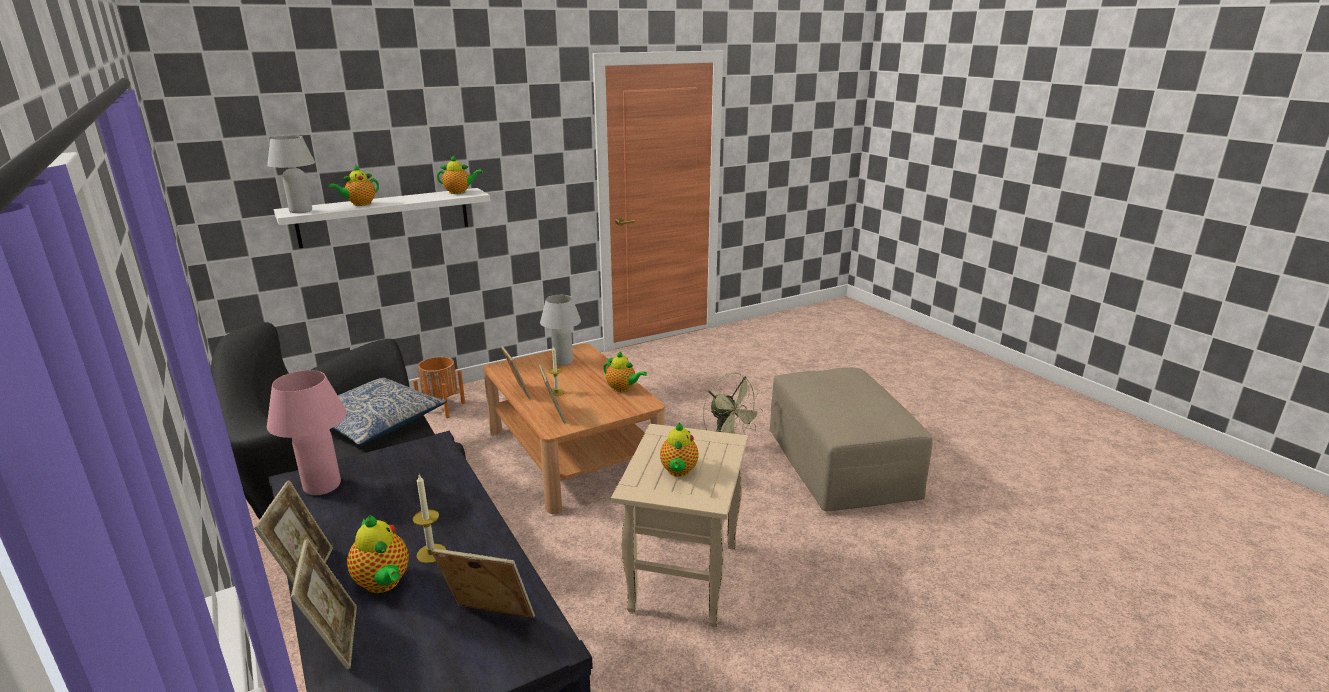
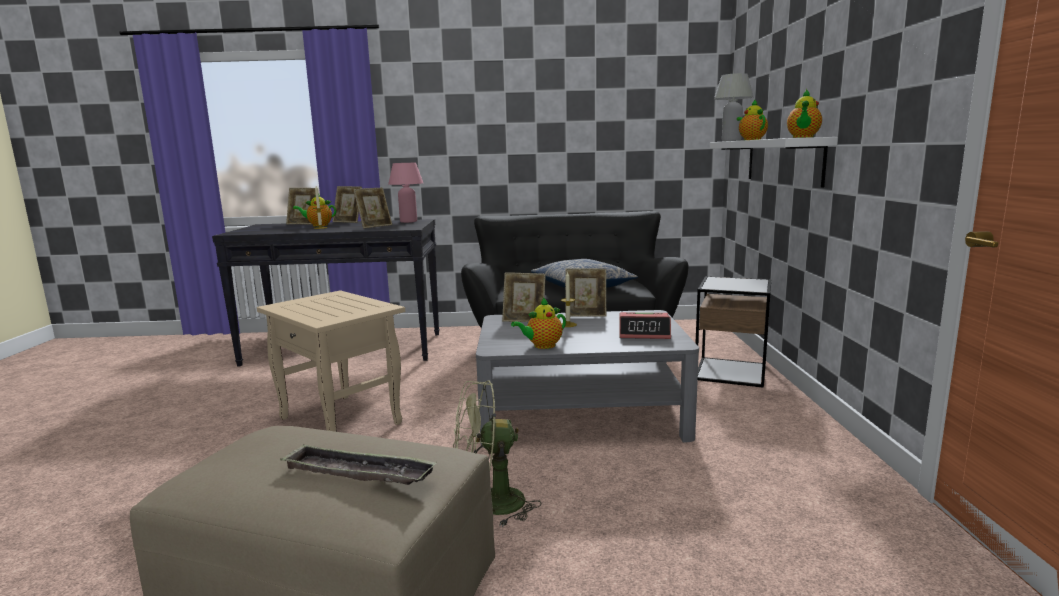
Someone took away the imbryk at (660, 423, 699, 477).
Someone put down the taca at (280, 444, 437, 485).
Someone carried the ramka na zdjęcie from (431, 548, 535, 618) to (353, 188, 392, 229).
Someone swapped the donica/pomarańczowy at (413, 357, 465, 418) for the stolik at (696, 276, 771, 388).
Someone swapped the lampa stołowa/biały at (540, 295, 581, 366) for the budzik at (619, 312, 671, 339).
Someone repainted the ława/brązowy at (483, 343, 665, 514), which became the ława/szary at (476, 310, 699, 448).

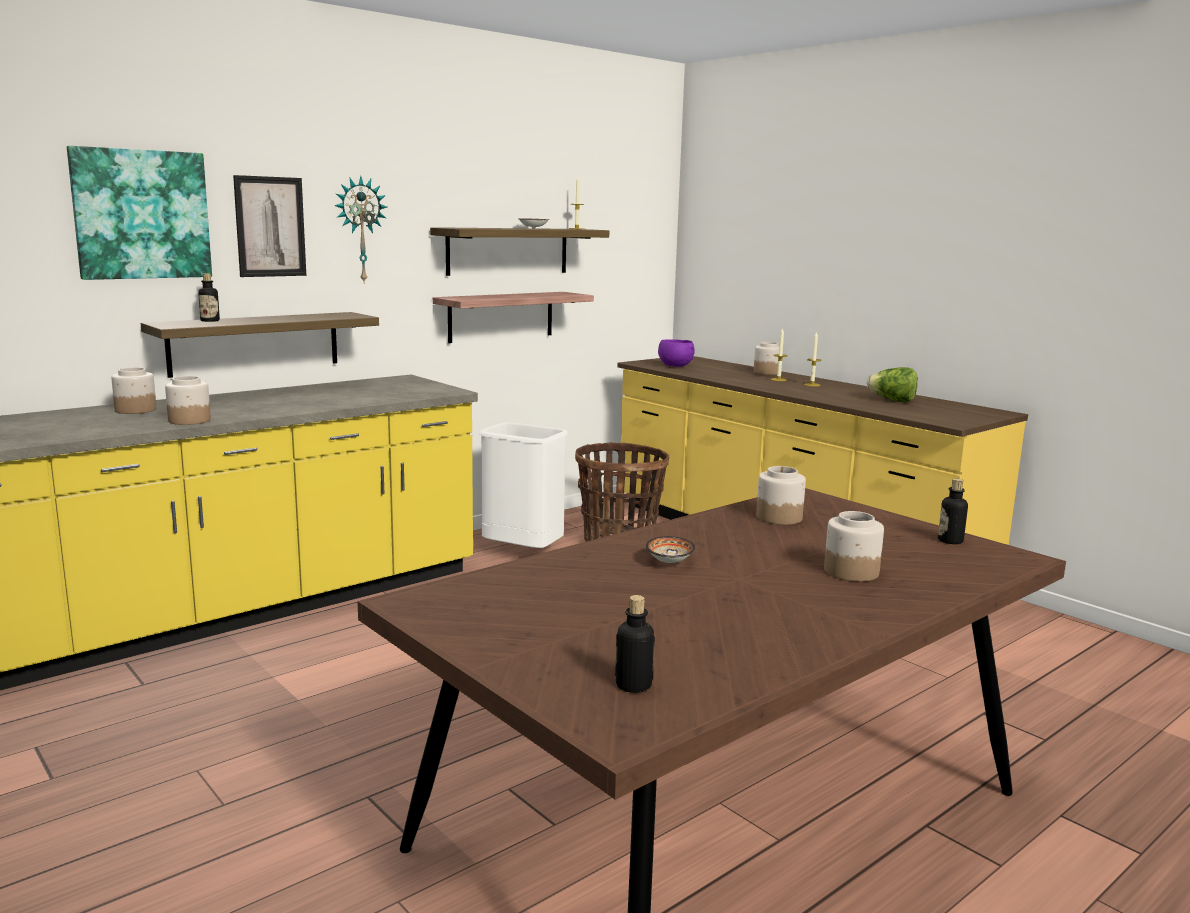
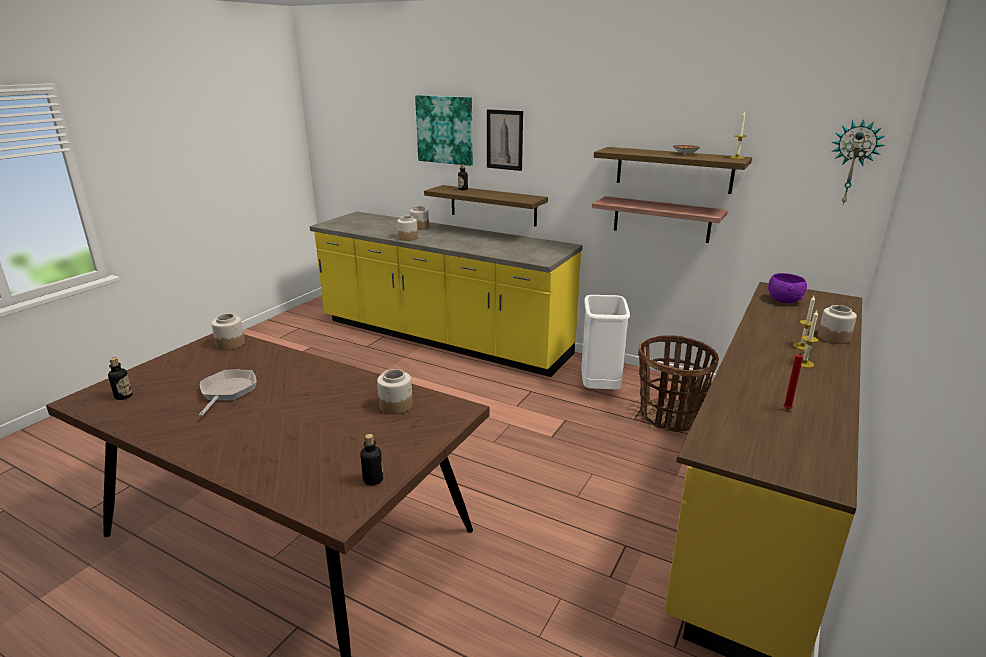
Someone took away the miska at (646, 536, 695, 563).
Someone put down the patelnia at (199, 370, 257, 417).
Someone carried the zegar ścienny from (334, 176, 387, 284) to (831, 119, 885, 205).
Someone carried the słoik from (824, 511, 884, 582) to (211, 314, 245, 350).
Someone swapped the sałata at (867, 367, 918, 402) for the świeca/czerwony at (783, 352, 805, 409).

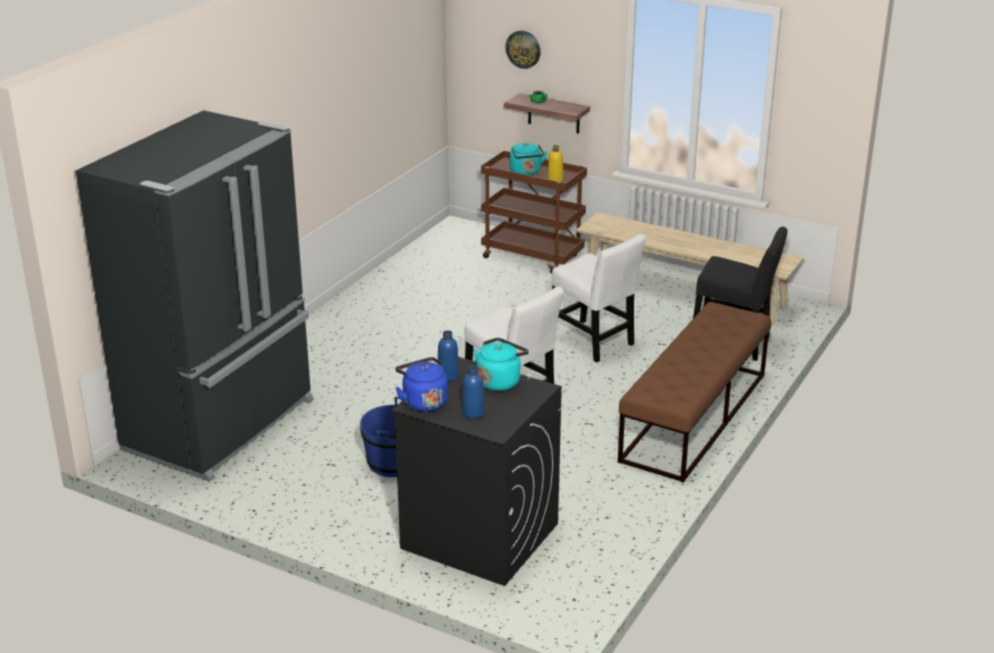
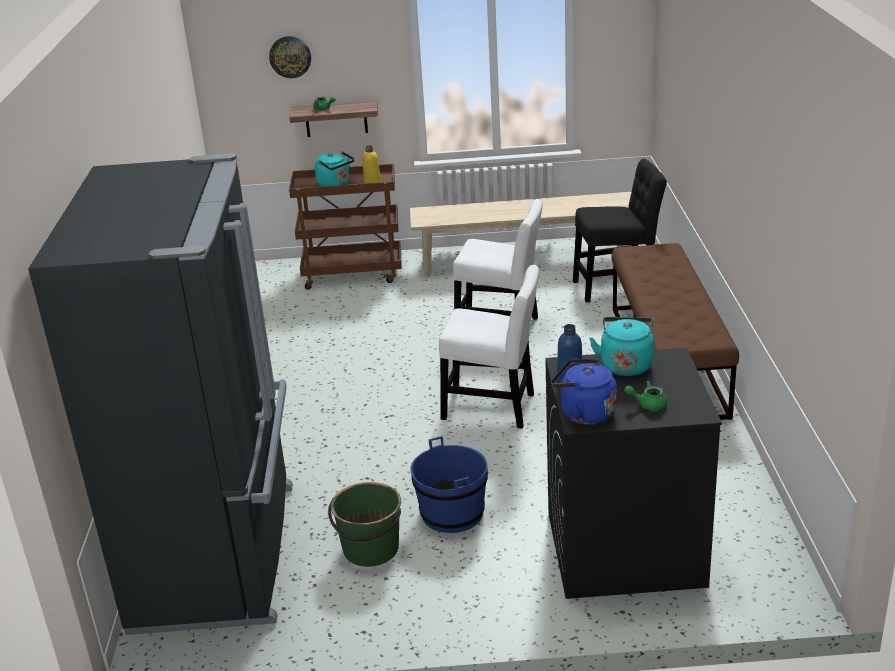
Someone put down the wiadro/zielony at (328, 482, 401, 567).
Someone swapped the butelka/niebieski at (462, 366, 485, 418) for the imbryk/zielony at (624, 381, 667, 411).

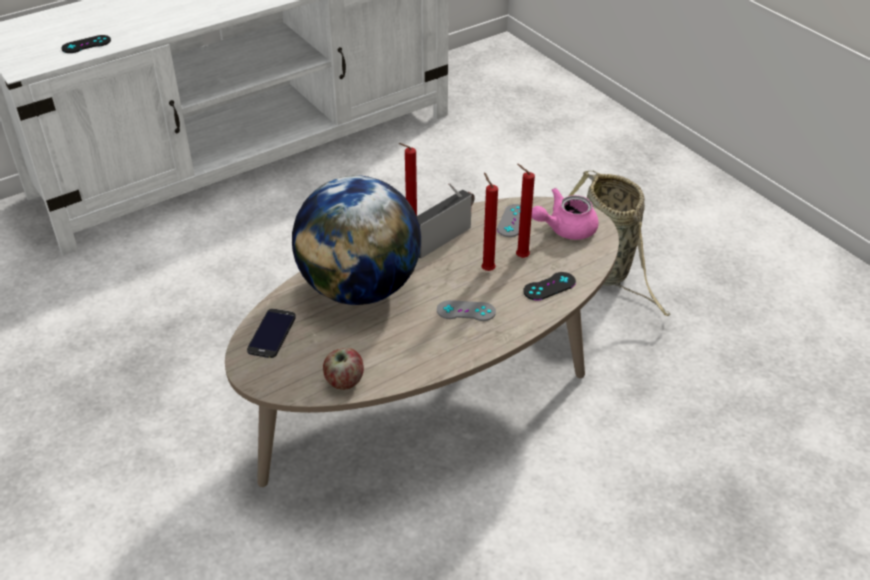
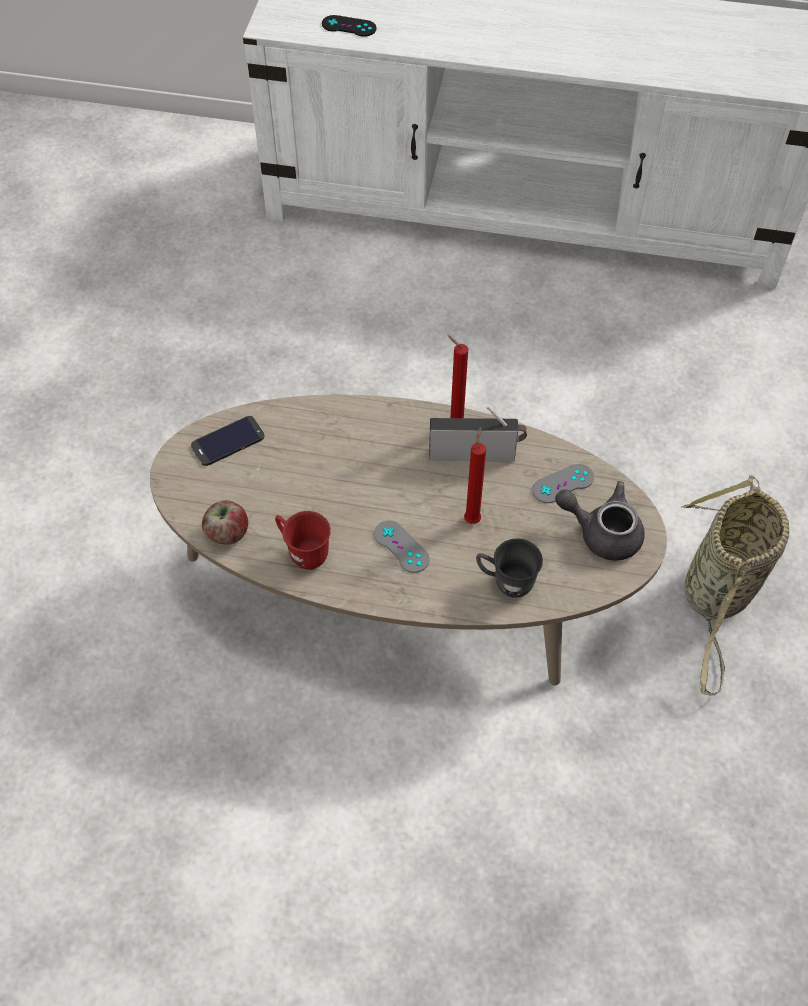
Someone took away the globus at (292, 175, 421, 305).
Someone took away the świeca/czerwony at (516, 164, 535, 258).
Someone put down the kubek/czerwony at (275, 511, 331, 570).
Someone swapped the pad do gier/czarny at (523, 272, 576, 301) for the kubek/szary at (476, 538, 543, 598).
Someone repainted the imbryk/różowy at (532, 188, 599, 240), which became the imbryk/szary at (555, 481, 645, 561).

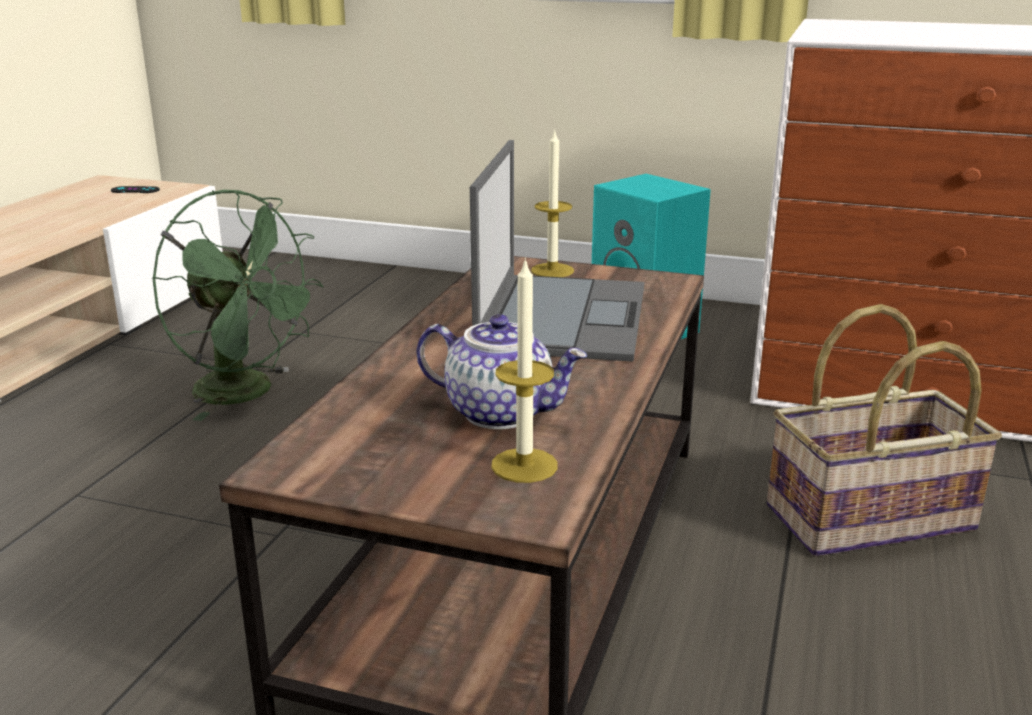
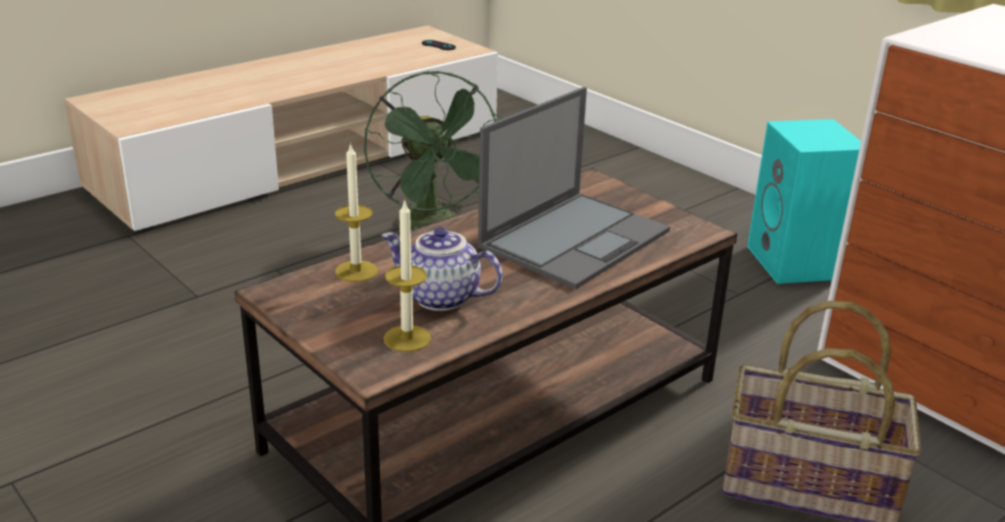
Someone carried the świeca from (531, 129, 574, 277) to (335, 142, 378, 282).
Someone rotated the imbryk at (416, 314, 587, 429) by 150 degrees clockwise.

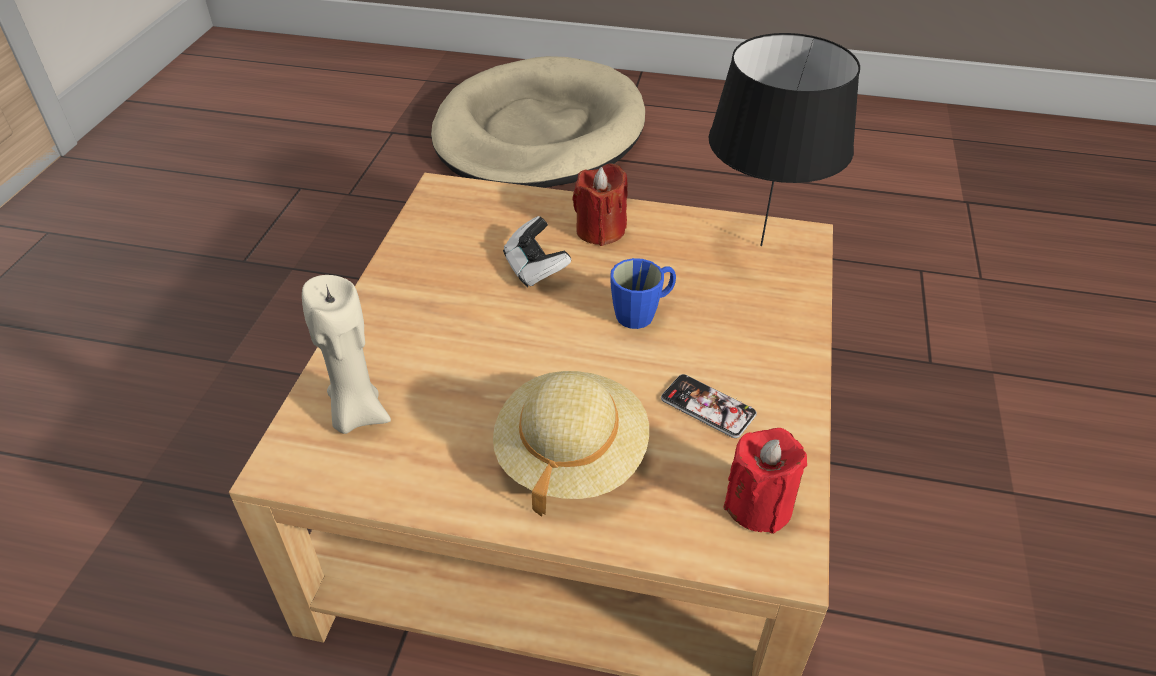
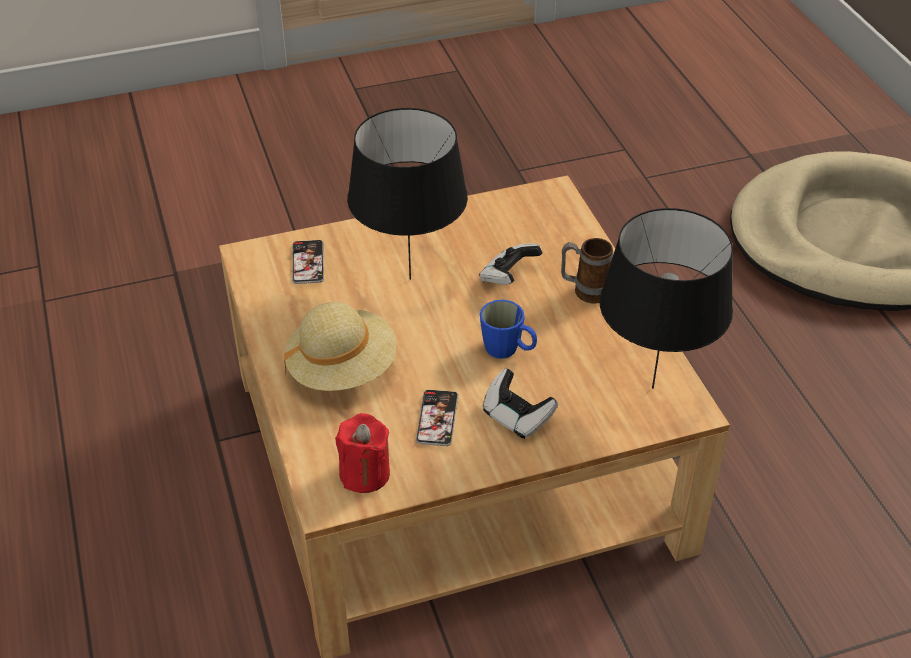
Someone put down the lampa stołowa/czarny at (347, 108, 468, 280).
Someone put down the pad do gier at (483, 368, 558, 439).
Someone swapped the świeca/beżowy at (302, 275, 391, 434) for the telefon at (292, 240, 324, 284).
Someone swapped the świeca/czerwony at (572, 163, 628, 246) for the kubek at (561, 238, 613, 303).

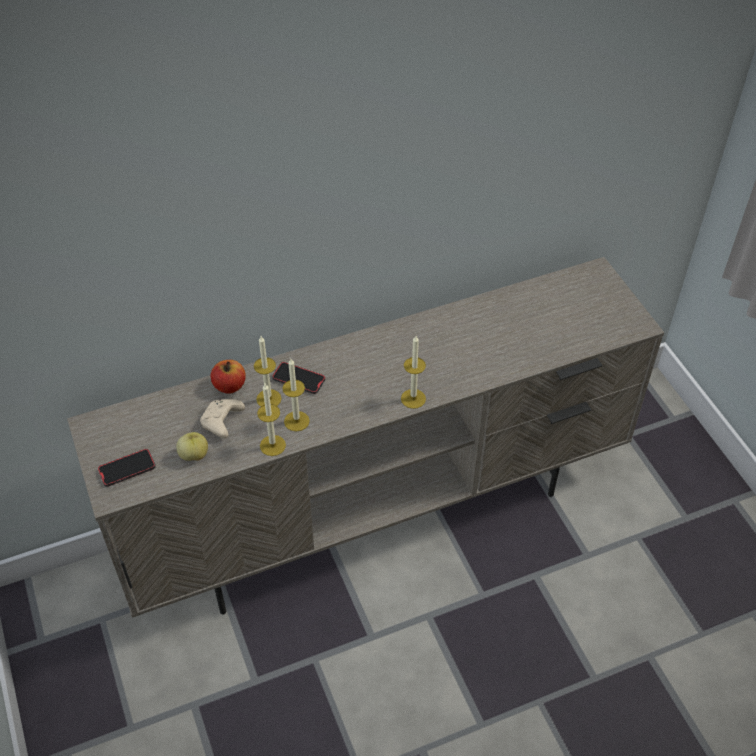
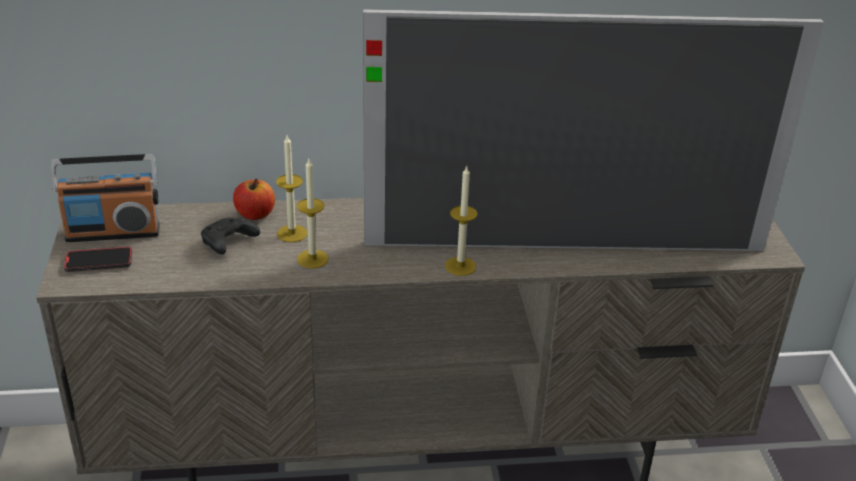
Someone took away the jabłko at (176, 432, 208, 461).
Someone took away the świeca at (257, 384, 286, 456).
Someone took away the telefon at (272, 362, 325, 394).
Someone put down the radio at (51, 154, 160, 242).
Someone put down the telewizor at (363, 9, 824, 251).
Someone repainted the pad do gier/beżowy at (200, 399, 245, 438), which became the pad do gier/czarny at (201, 218, 260, 254).

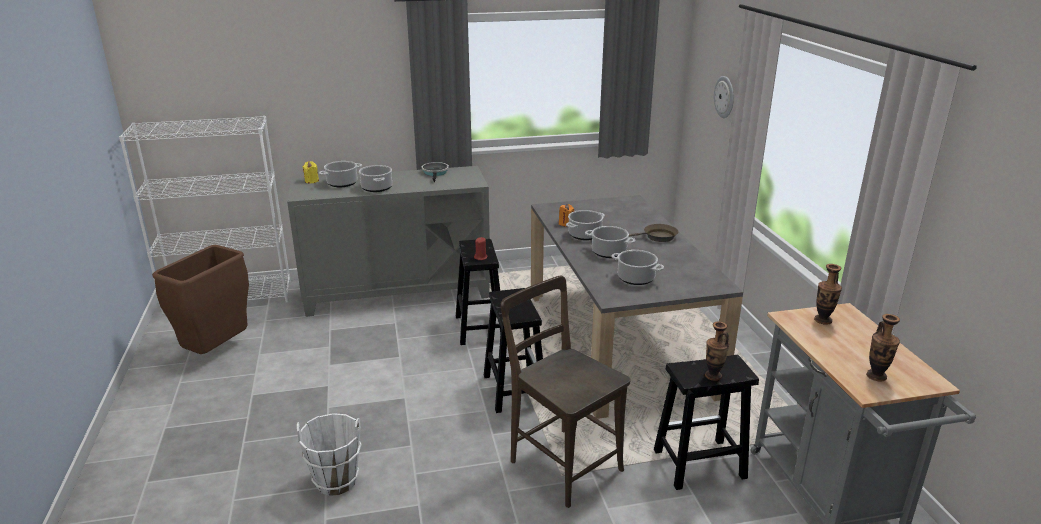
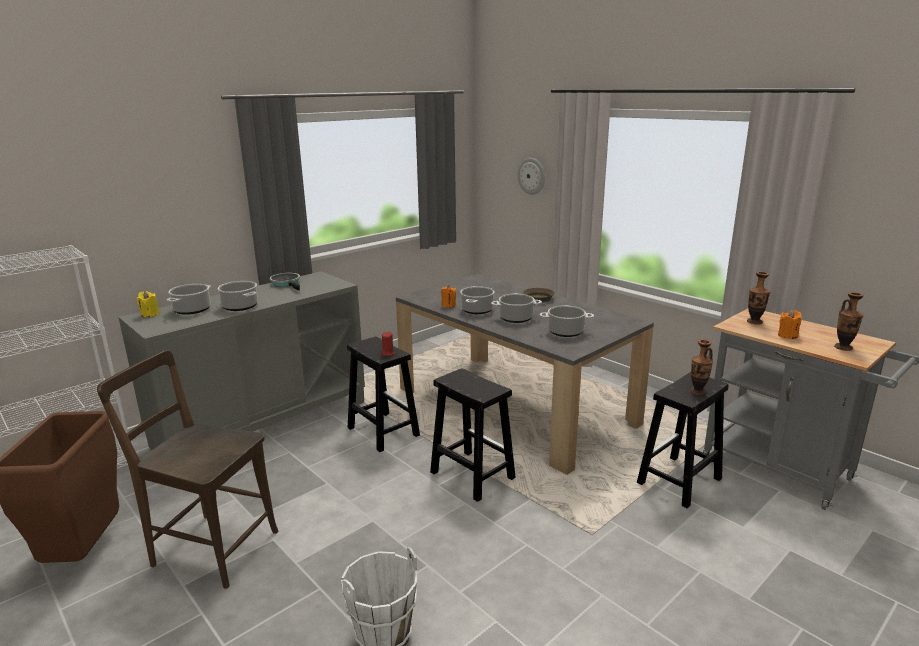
Someone put down the świeca/pomarańczowy at (778, 310, 802, 339).
Someone carried the krzesło/brązowy from (501, 276, 630, 508) to (97, 350, 279, 589).

